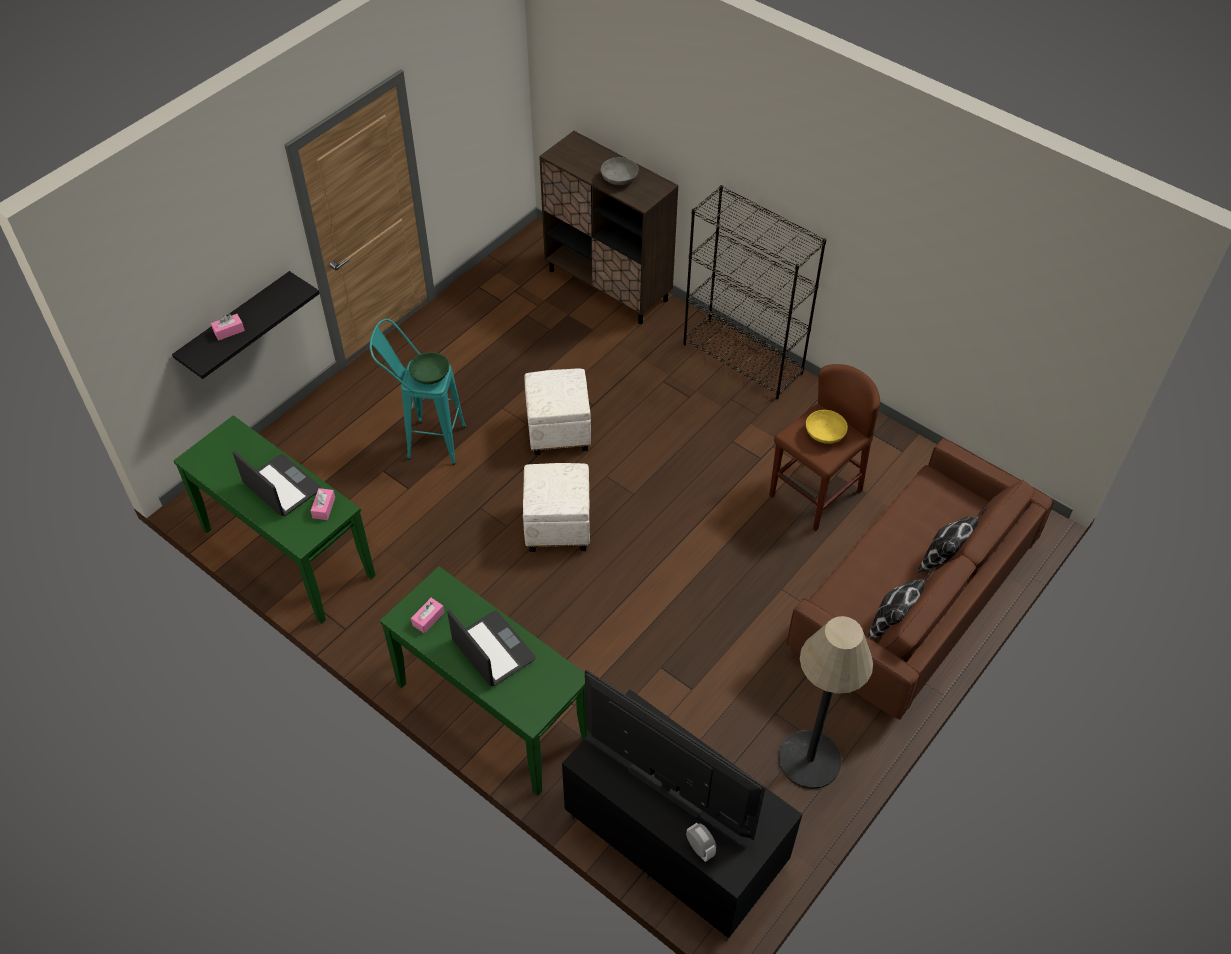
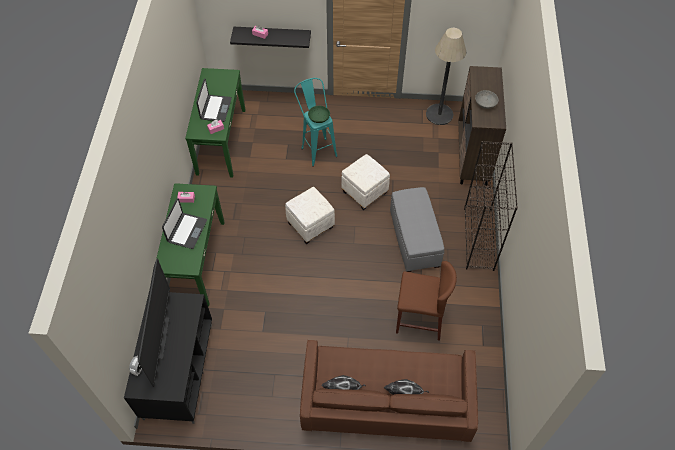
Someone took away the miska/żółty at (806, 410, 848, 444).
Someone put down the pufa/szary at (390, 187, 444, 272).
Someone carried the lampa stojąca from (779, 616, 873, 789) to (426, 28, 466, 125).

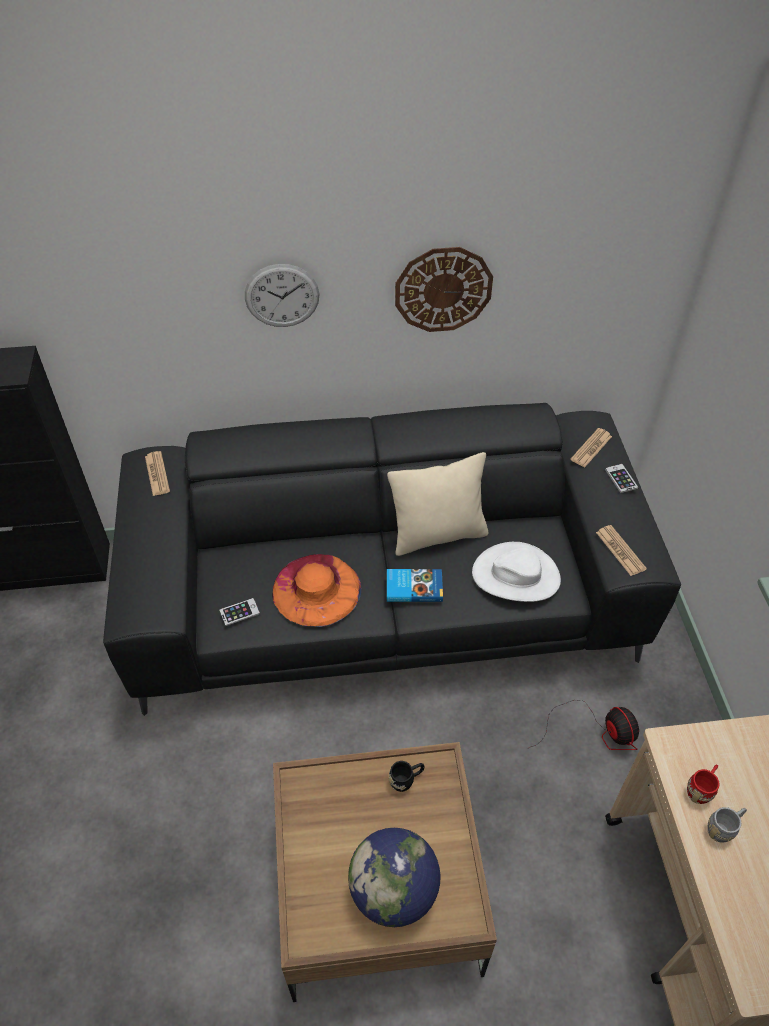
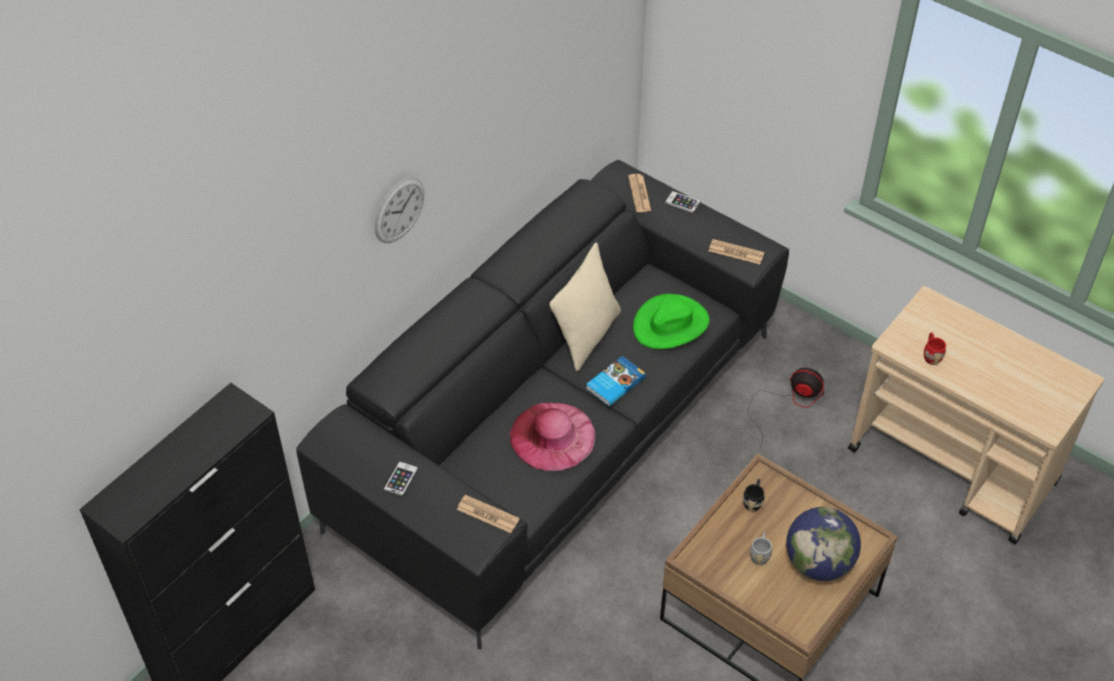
Someone took away the zegar ścienny at (395, 247, 493, 332).
Someone carried the gazeta from (145, 451, 170, 496) to (457, 495, 520, 533).
Someone carried the telefon from (219, 598, 260, 626) to (384, 461, 418, 496).
Someone carried the kubek/szary from (708, 807, 747, 843) to (750, 531, 772, 565).
Someone repainted the kapelusz/pomarańczowy at (272, 554, 361, 627), which became the kapelusz/różowy at (510, 403, 596, 471).
Someone repainted the kapelusz/biały at (472, 542, 561, 602), which became the kapelusz/zielony at (633, 294, 709, 349).

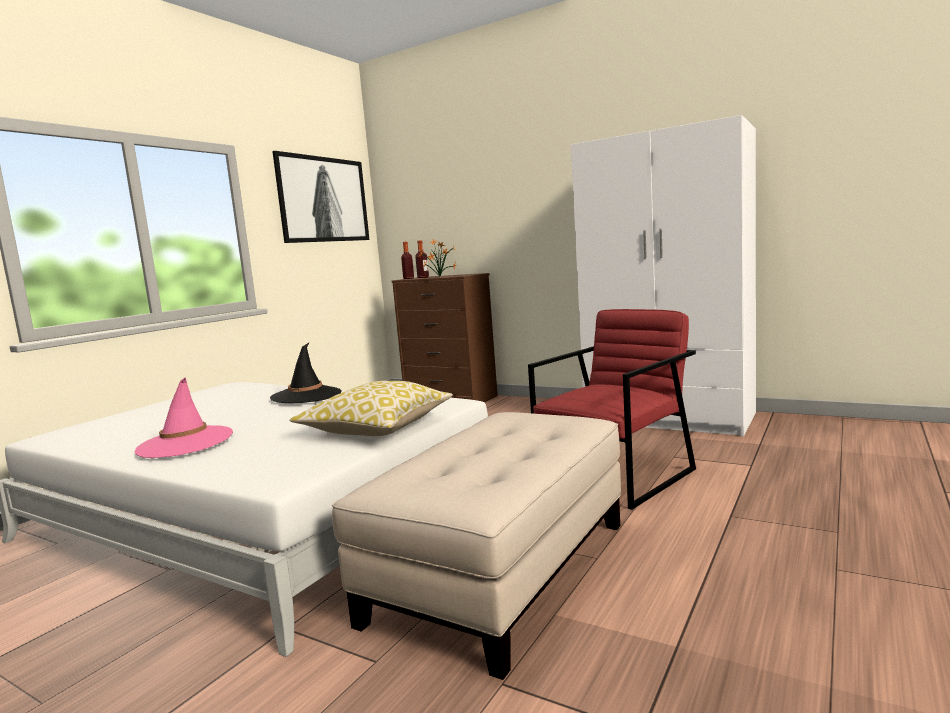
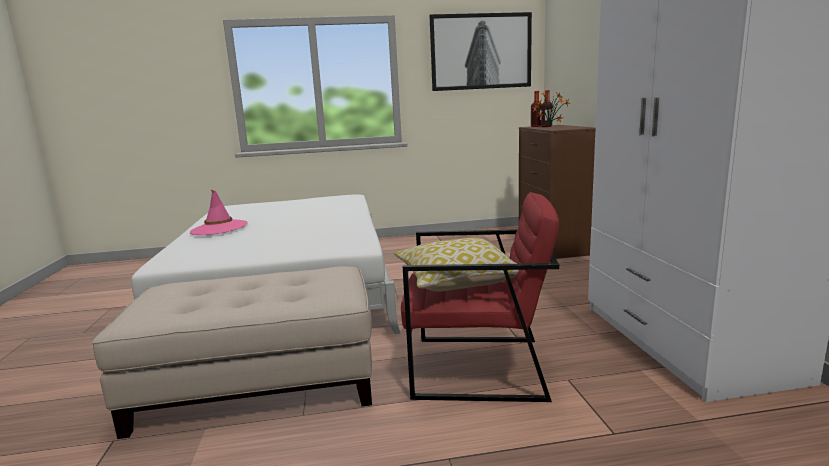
Someone took away the kapelusz/czarny at (270, 343, 342, 403).
Someone carried the poduszka from (290, 381, 453, 436) to (394, 238, 519, 292).

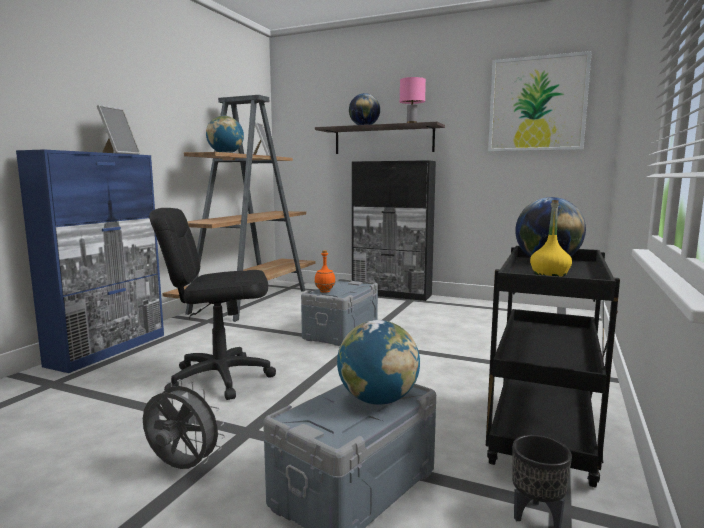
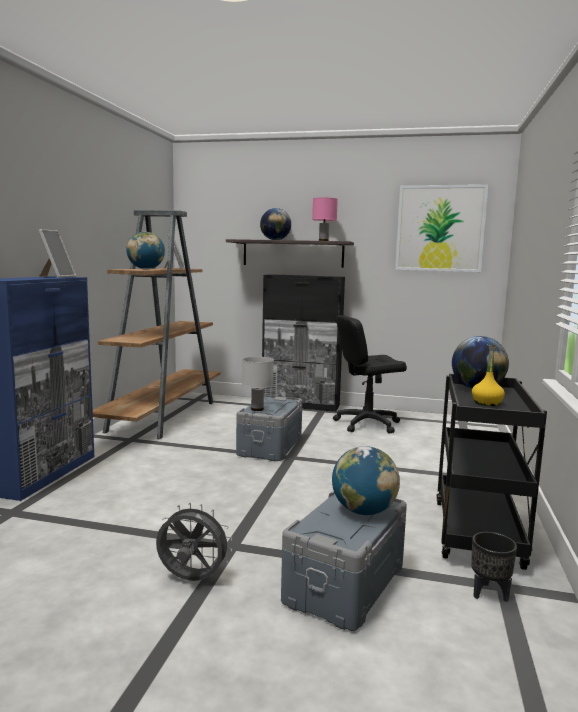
Someone carried the krzesło biurowe/czarny from (149, 208, 276, 400) to (333, 315, 407, 434).
Someone swapped the butelka/pomarańczowy at (314, 250, 335, 293) for the lampa stołowa/biały at (242, 357, 274, 411).

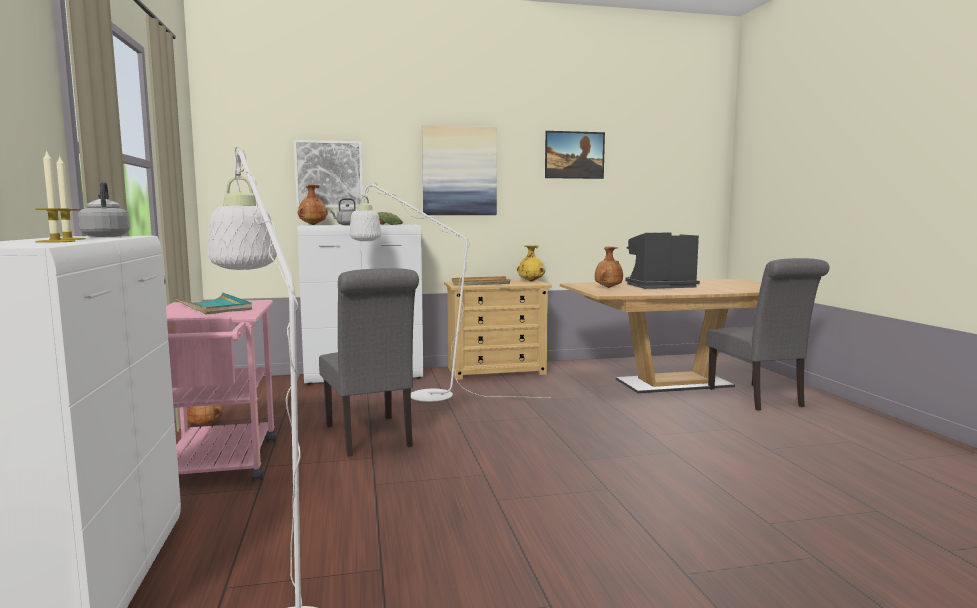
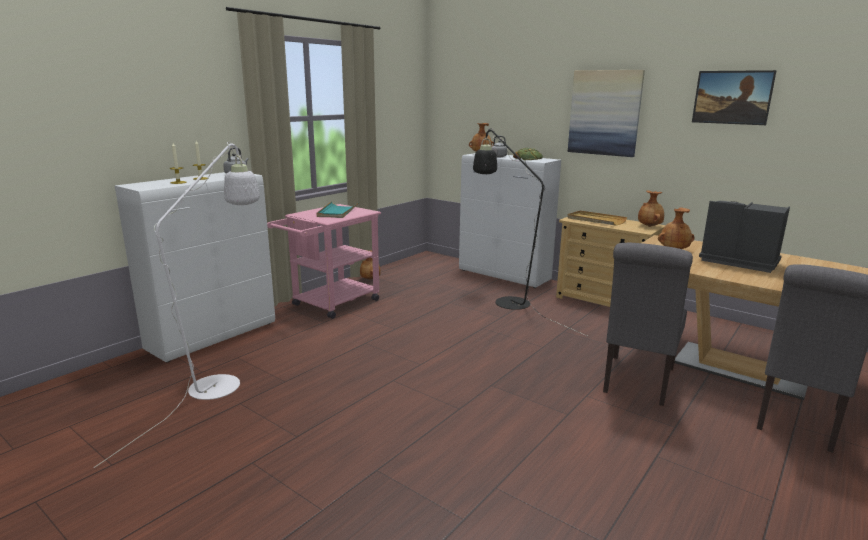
Someone took away the obraz at (294, 140, 363, 207).
Someone carried the krzesło/szary from (319, 268, 419, 457) to (603, 243, 693, 406).
Someone repainted the lampa stojąca/biały at (350, 182, 551, 402), which became the lampa stojąca/czarny at (473, 128, 589, 337).
Someone repainted the wazon/żółty at (517, 245, 545, 282), which became the wazon/brązowy at (638, 191, 664, 227).

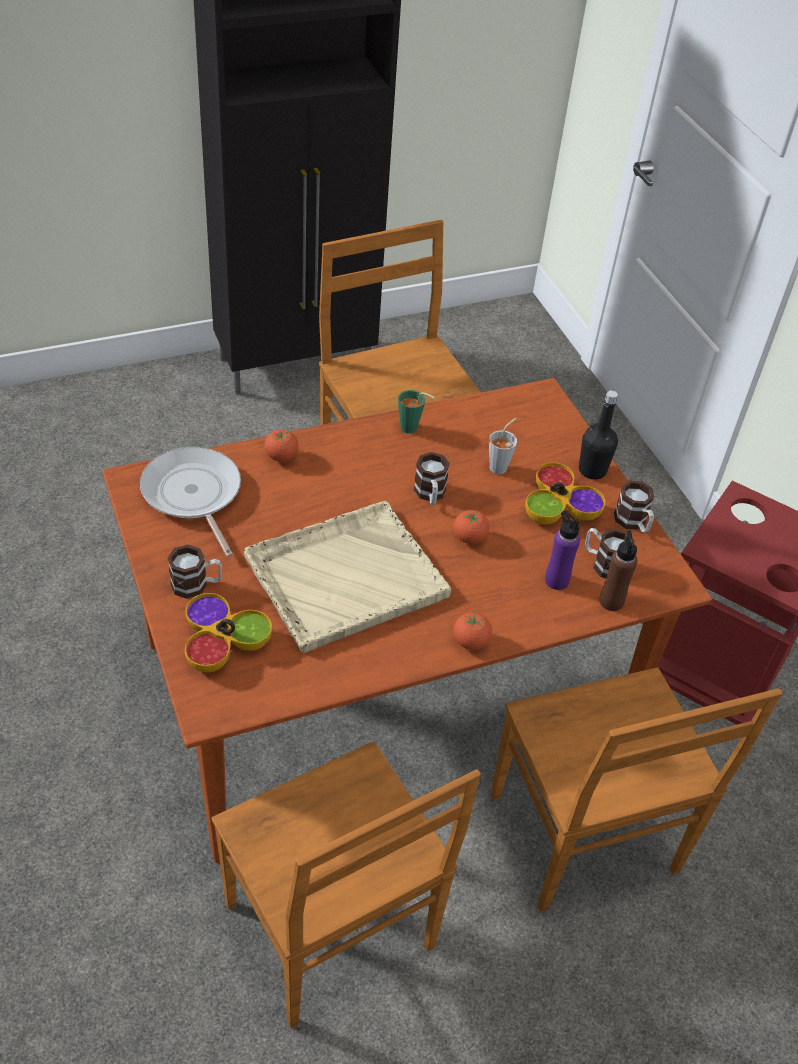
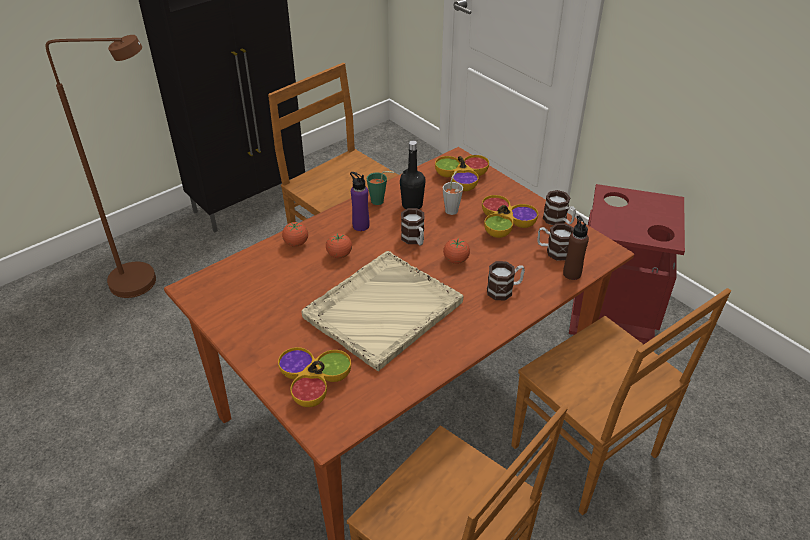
Someone took away the patelnia at (140, 447, 241, 557).
Someone put down the lampa stojąca/brązowy at (46, 35, 156, 298).
Someone put down the miska at (435, 155, 489, 191).
Someone carried the kubek from (168, 545, 222, 599) to (487, 261, 525, 300).
Someone carried the pomidor from (453, 612, 492, 650) to (326, 233, 352, 258).
Someone carried the butelka/fioletowy from (545, 511, 580, 590) to (350, 172, 370, 231).
Someone carried the butelka/czarny from (579, 390, 618, 480) to (400, 141, 425, 209).

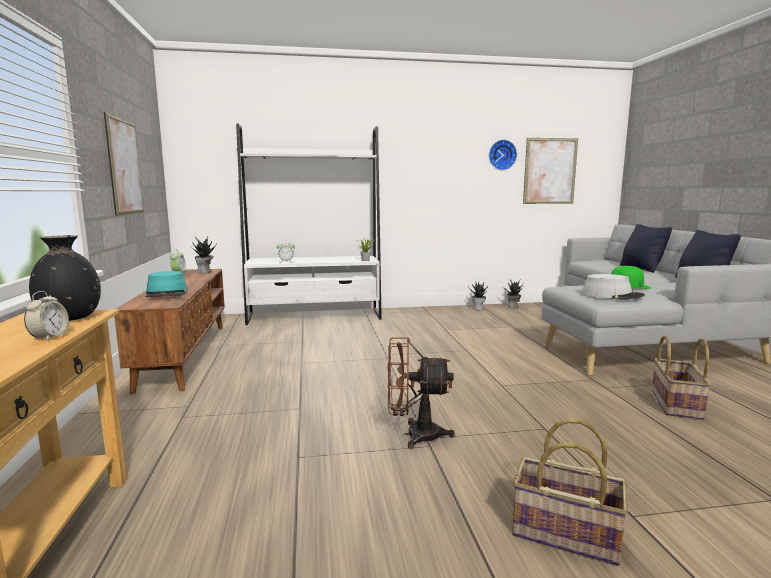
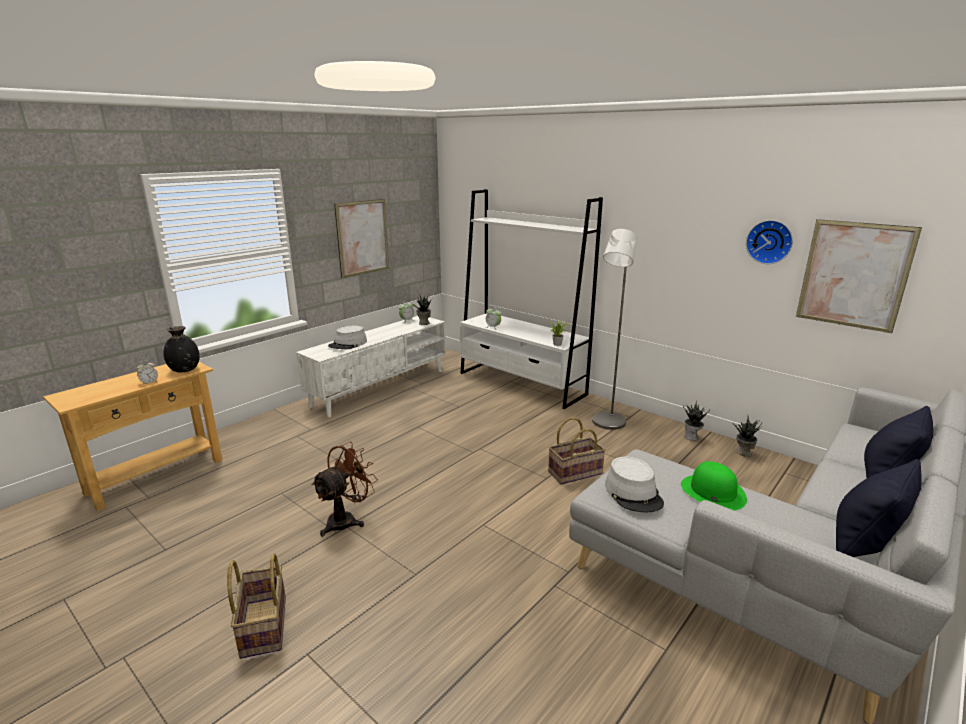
Someone put down the lampa stojąca/szary at (592, 229, 637, 430).
Someone carried the koszyk from (652, 335, 711, 420) to (548, 417, 606, 485).
Someone repainted the szafka pod telewizor/brązowy at (114, 269, 225, 394), which became the szafka pod telewizor/biały at (296, 316, 446, 417).
Someone repainted the kapelusz/turkusowy at (145, 271, 188, 297), which became the kapelusz/szary at (328, 325, 367, 349).
Someone rotated the wentylator/brązowy at (387, 337, 455, 449) by 75 degrees clockwise.

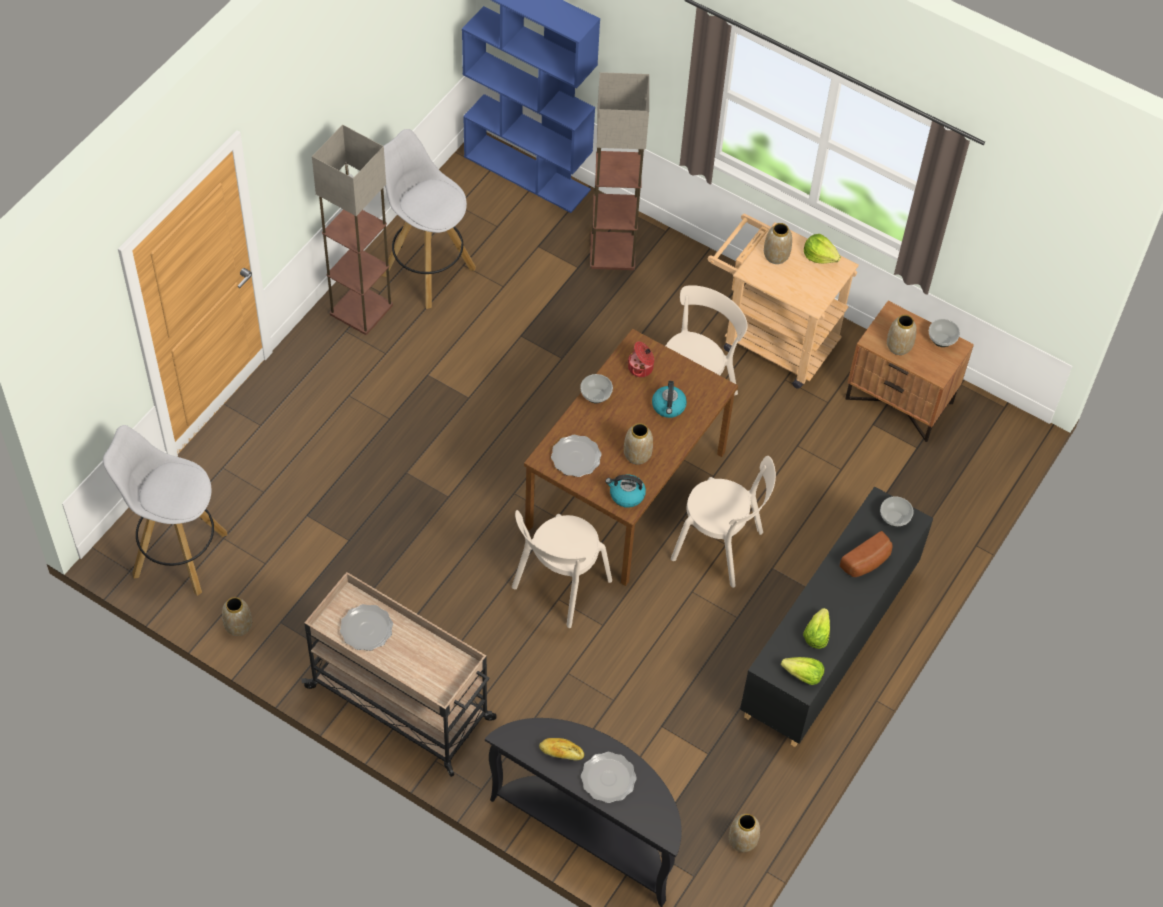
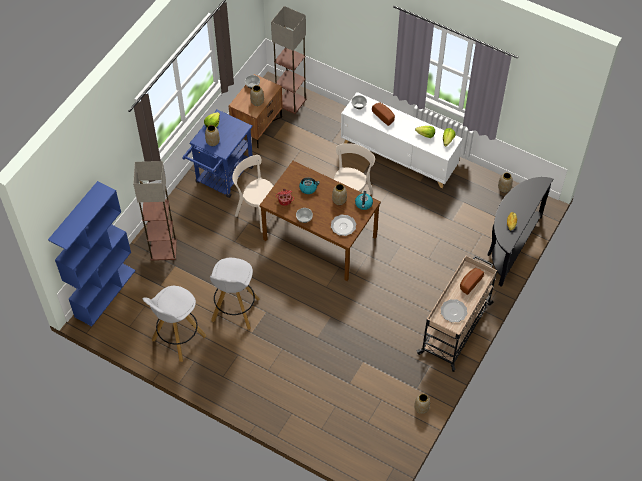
Someone took away the krzesło/beżowy at (512, 510, 612, 628).
Someone took away the talerz at (581, 752, 637, 803).
Someone put down the chleb at (460, 268, 484, 295).
Someone carried the stołek/biały from (103, 425, 227, 596) to (210, 258, 260, 329).
Someone carried the lampa stojąca from (312, 125, 393, 335) to (271, 6, 307, 114).
Someone repainted the wózek/beżowy at (708, 214, 859, 389), which became the wózek/niebieski at (182, 109, 253, 198).
Someone repainted the szafka/czarny at (740, 486, 933, 747), which became the szafka/biały at (341, 92, 463, 188).

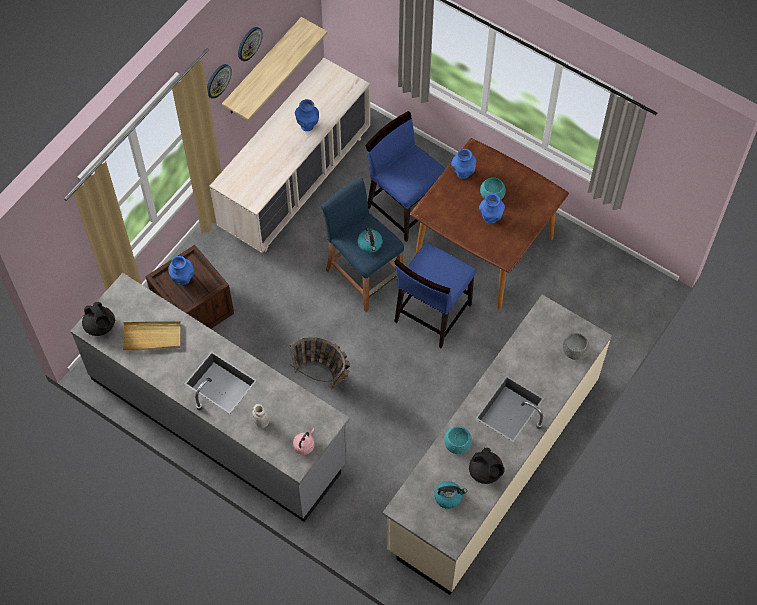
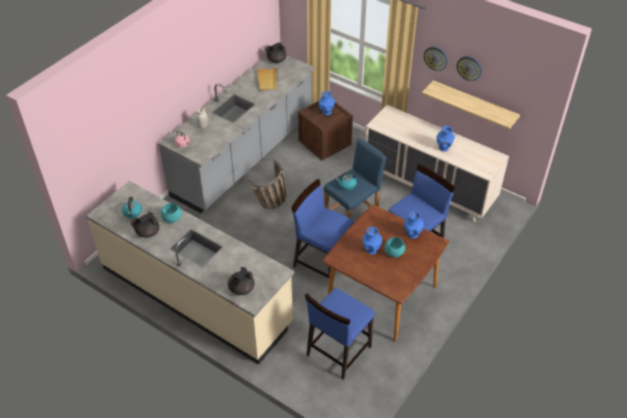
Someone put down the krzesło/niebieski at (305, 288, 375, 380).
Someone swapped the miska/szary at (563, 333, 590, 360) for the imbryk/czarny at (228, 267, 255, 295).

